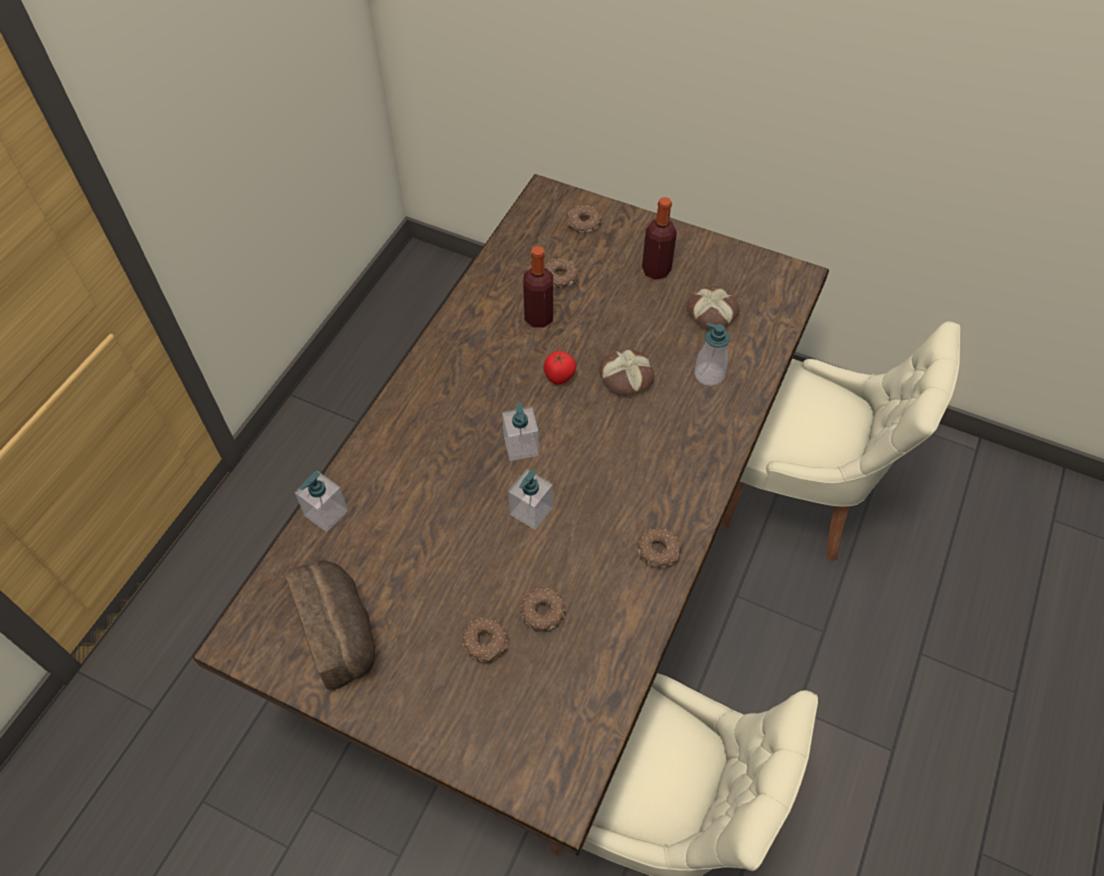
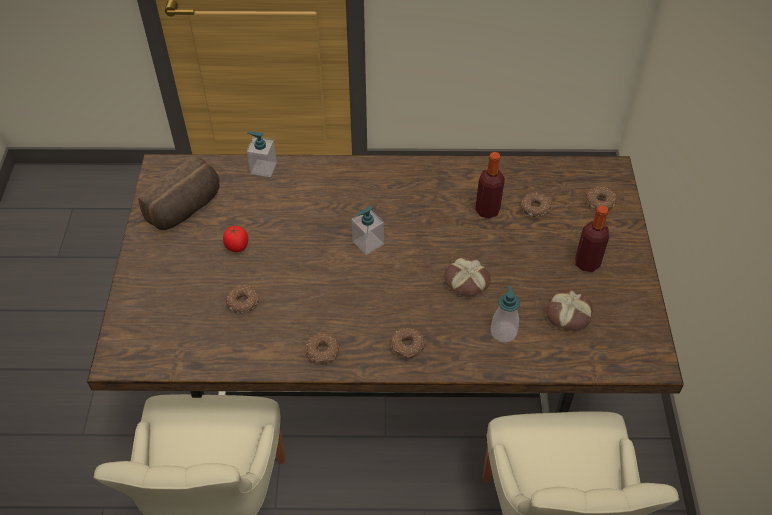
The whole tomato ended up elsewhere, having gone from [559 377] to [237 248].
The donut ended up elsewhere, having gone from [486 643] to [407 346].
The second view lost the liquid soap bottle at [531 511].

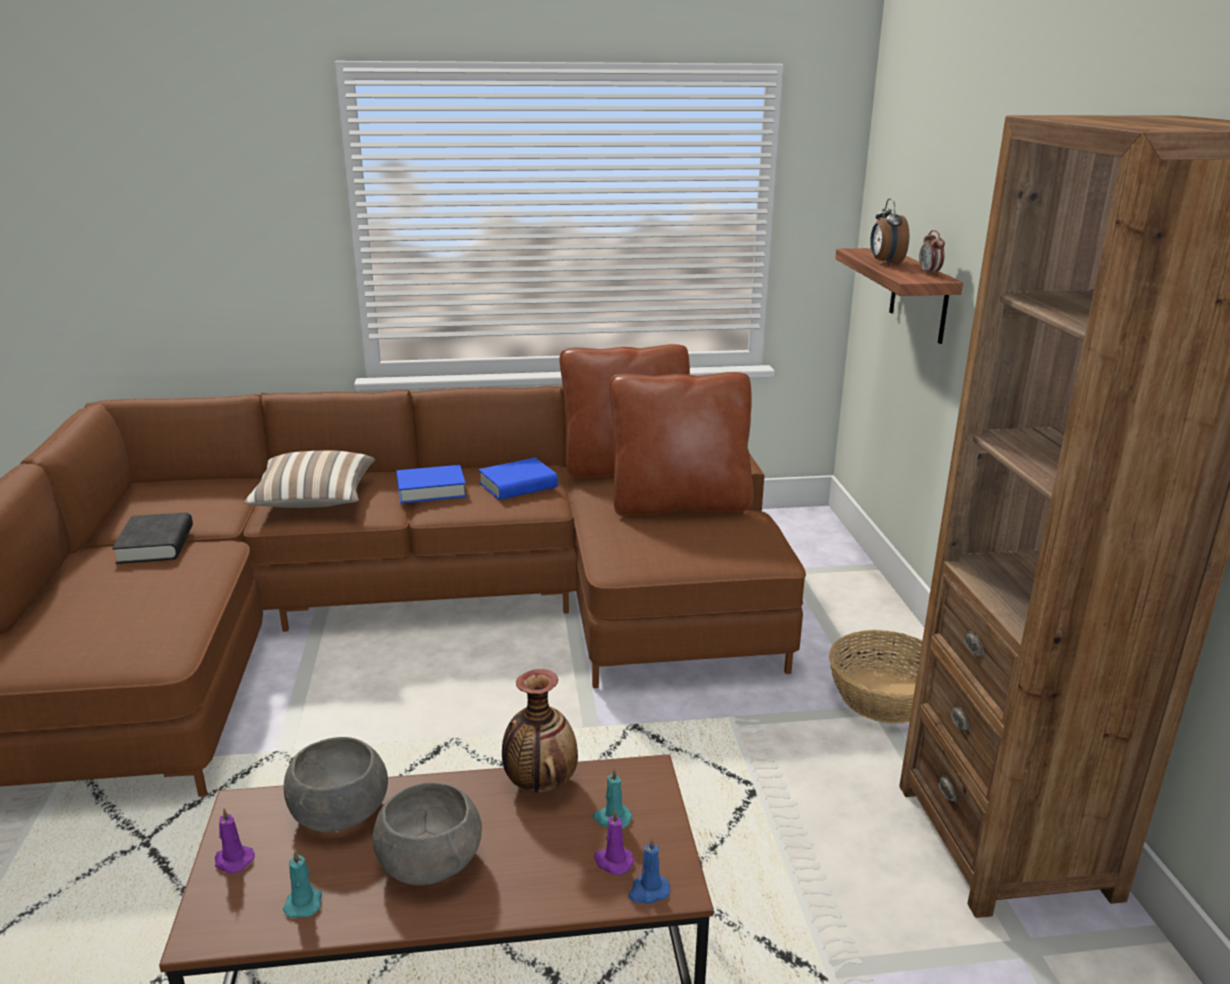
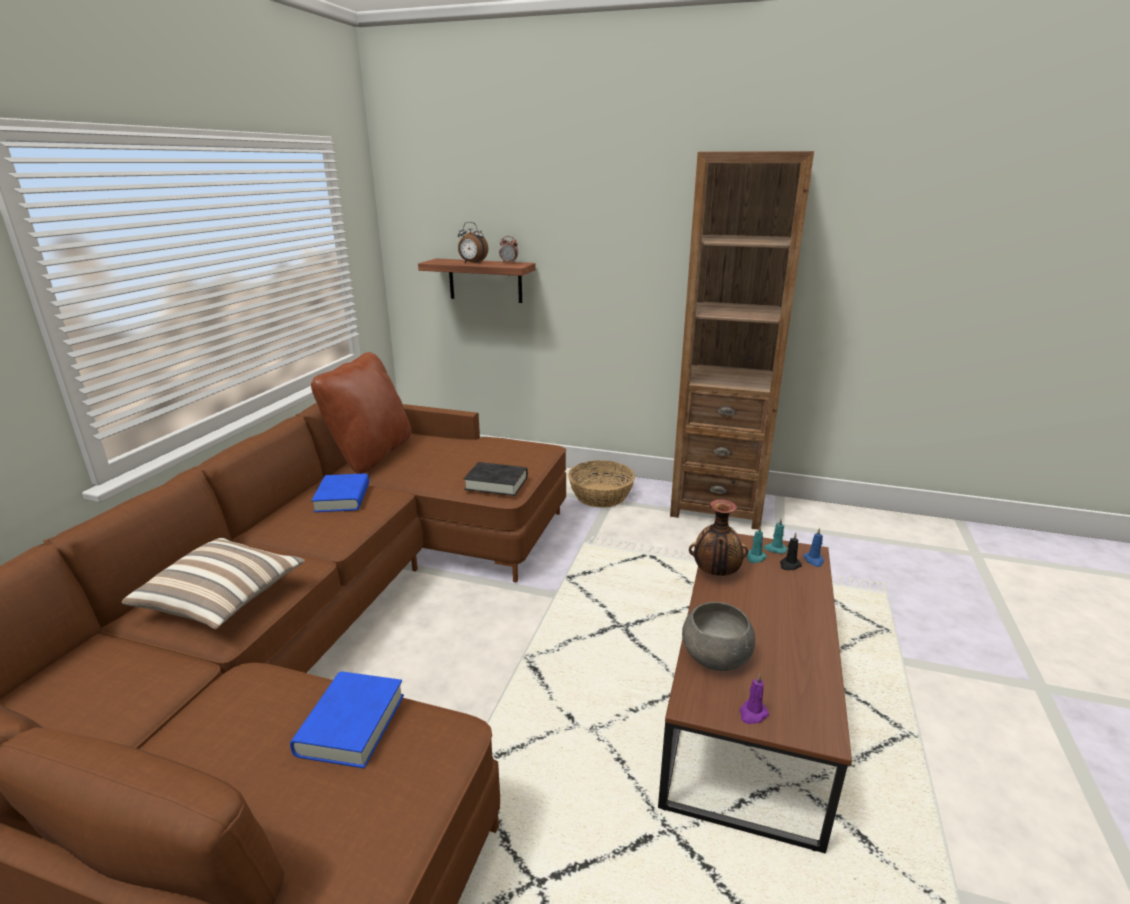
The bound book/bluish ended up elsewhere, having gone from [431 490] to [351 724].
The bound book/black ended up elsewhere, having gone from [156 545] to [496 483].
The wax candle/turquoise ended up elsewhere, having gone from [304 902] to [775 549].
What was the wax candle/purple at [612 861] turned into the wax candle/black at [789 565].
The second view lost the bowl/greyish at [431 861].
The second view lost the cushion/brownish at [679 504].

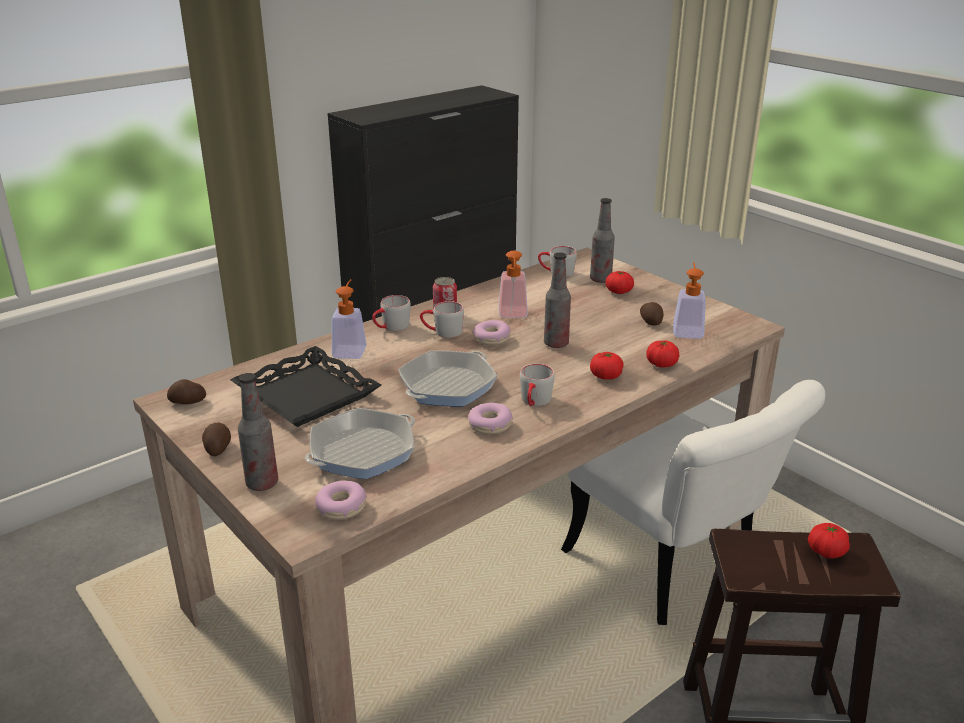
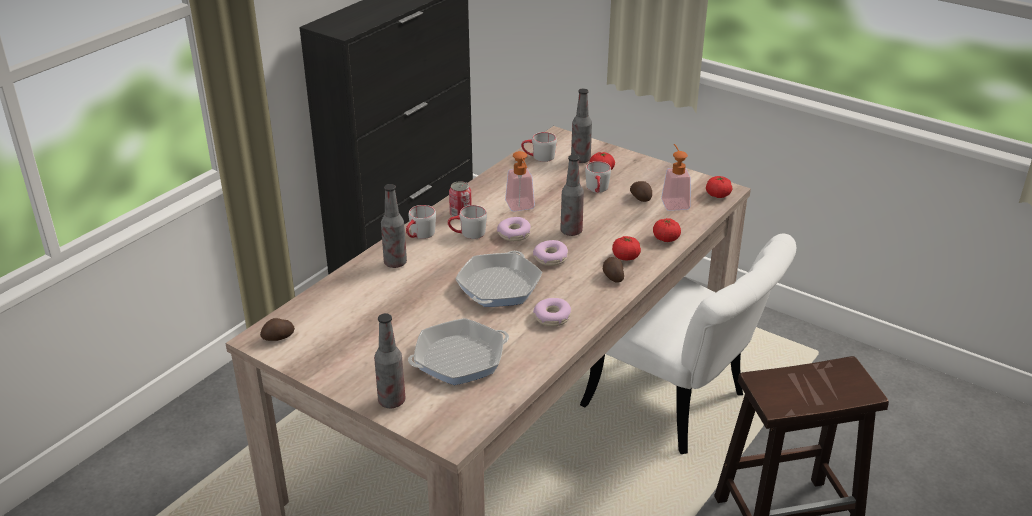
Where the liquid soap bottle stood at [350 349], the drink bottle came to stand at [395 263].
The pan at [362 451] ended up facing another way, 150 degrees counterclockwise from before.
The donut ended up elsewhere, having gone from [341 507] to [550 258].
The mug/greyish ended up elsewhere, having gone from [534 402] to [597 190].
The spud ended up elsewhere, having gone from [217 448] to [612 277].
The whole tomato ended up elsewhere, having gone from [826 551] to [718 195].
The second view lost the tray/black at [307 395].

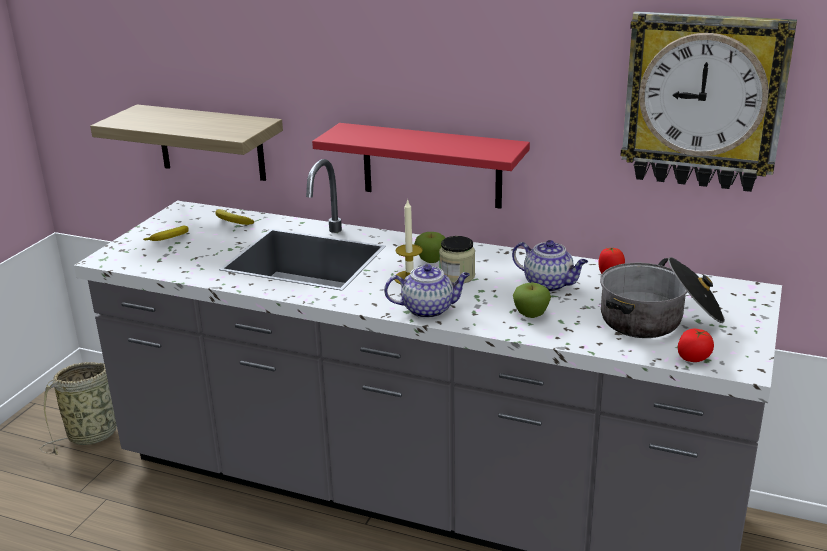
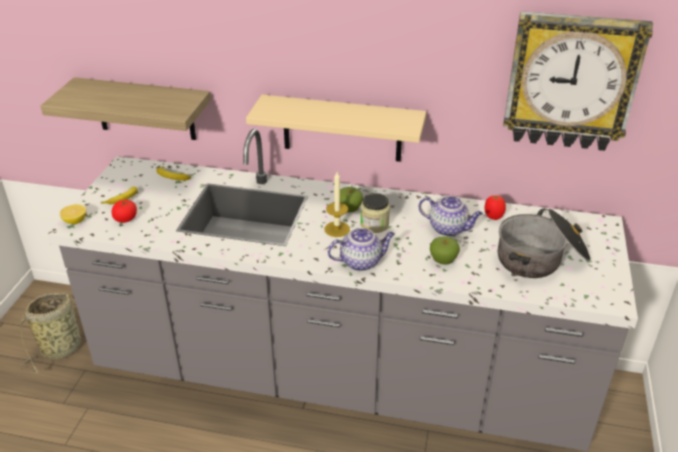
The second view gained the whole lemon at [75 221].
The whole tomato ended up elsewhere, having gone from [693 358] to [126 219].
What was the wall shelf/reddish at [431 165] turned into the wall shelf/beige at [342 128].

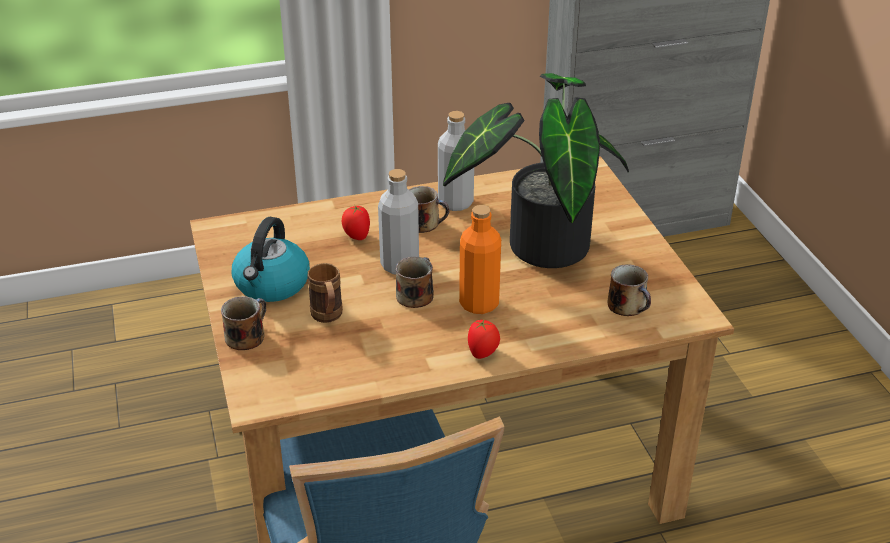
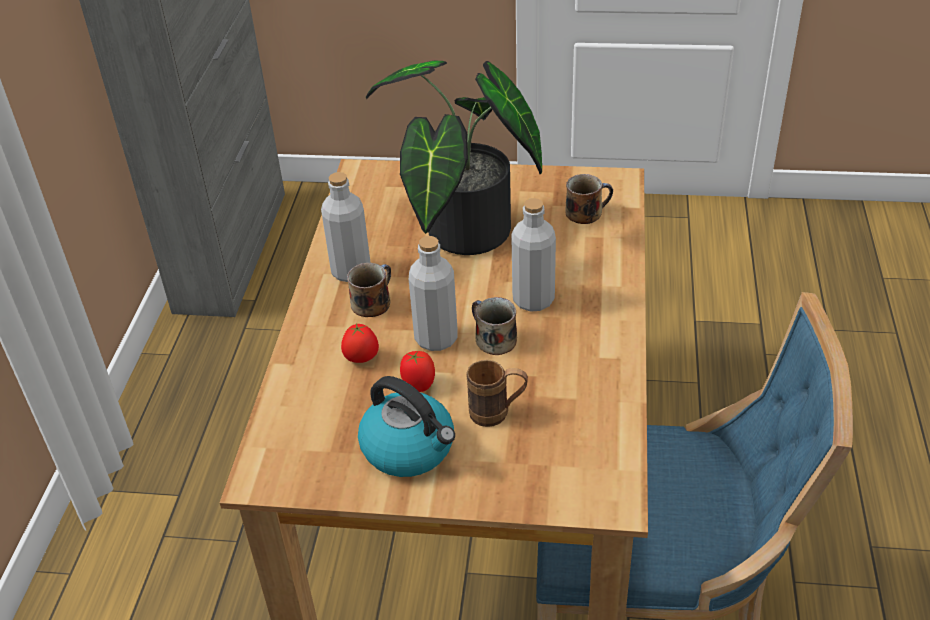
The whole tomato ended up elsewhere, having gone from [483 353] to [418 385].
What was the drink bottle/orangey at [479 303] turned into the drink bottle/greyish at [533 299].
The second view lost the mug at [246 336].

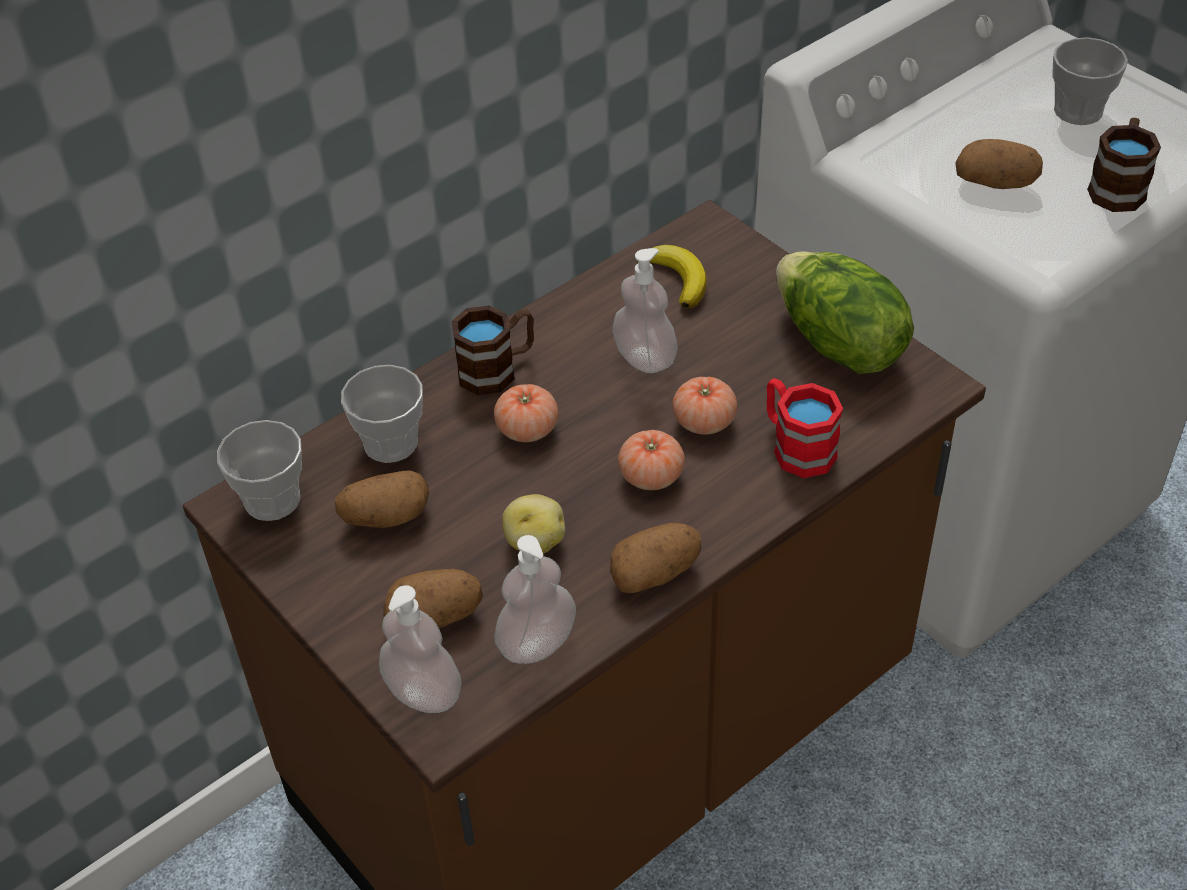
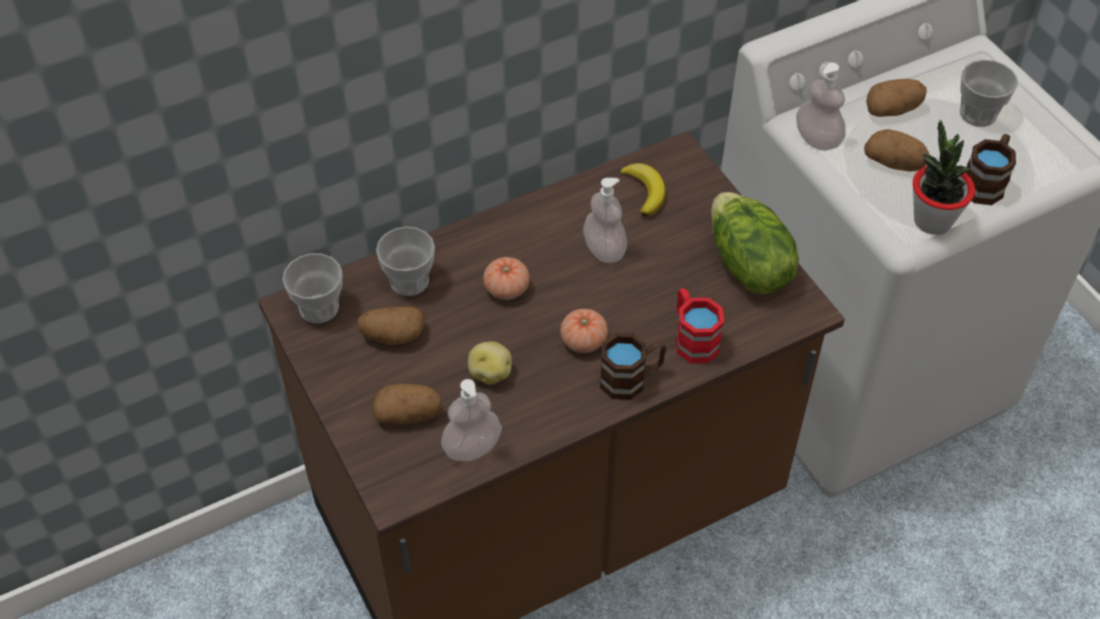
The mug/brownish ended up elsewhere, having gone from [498 369] to [631 378].
The liquid soap bottle ended up elsewhere, having gone from [423 692] to [817 139].
The spud ended up elsewhere, having gone from [655 573] to [892 110].
The second view gained the potted plant at [932 221].
The second view lost the whole tomato at [704 421].

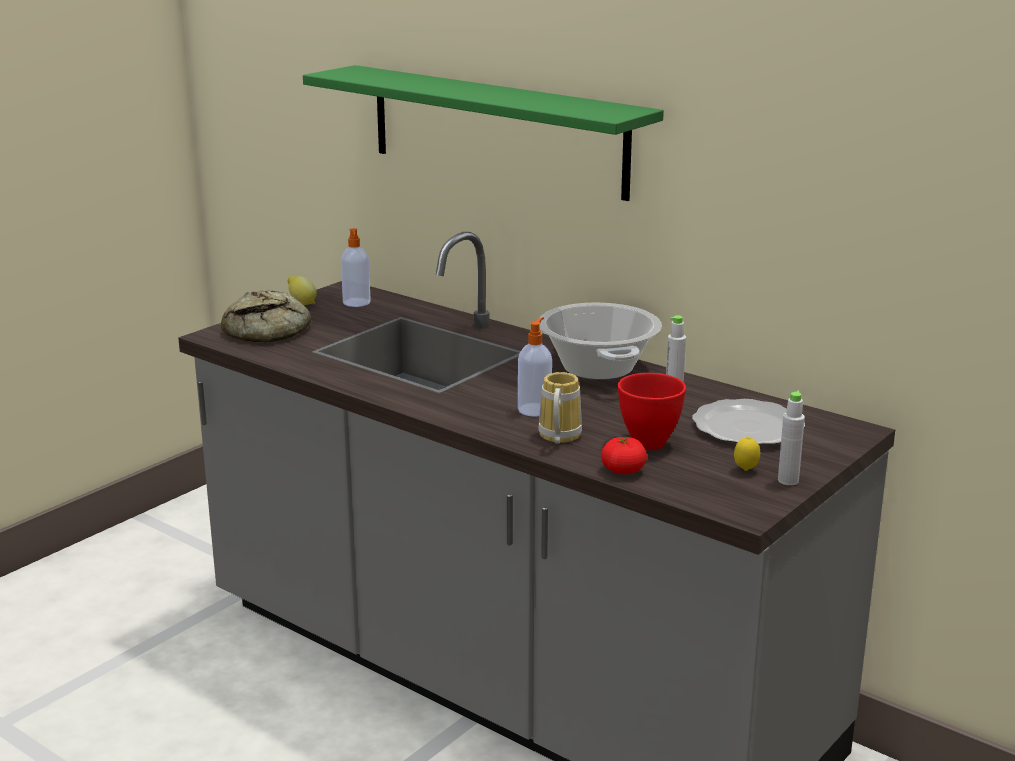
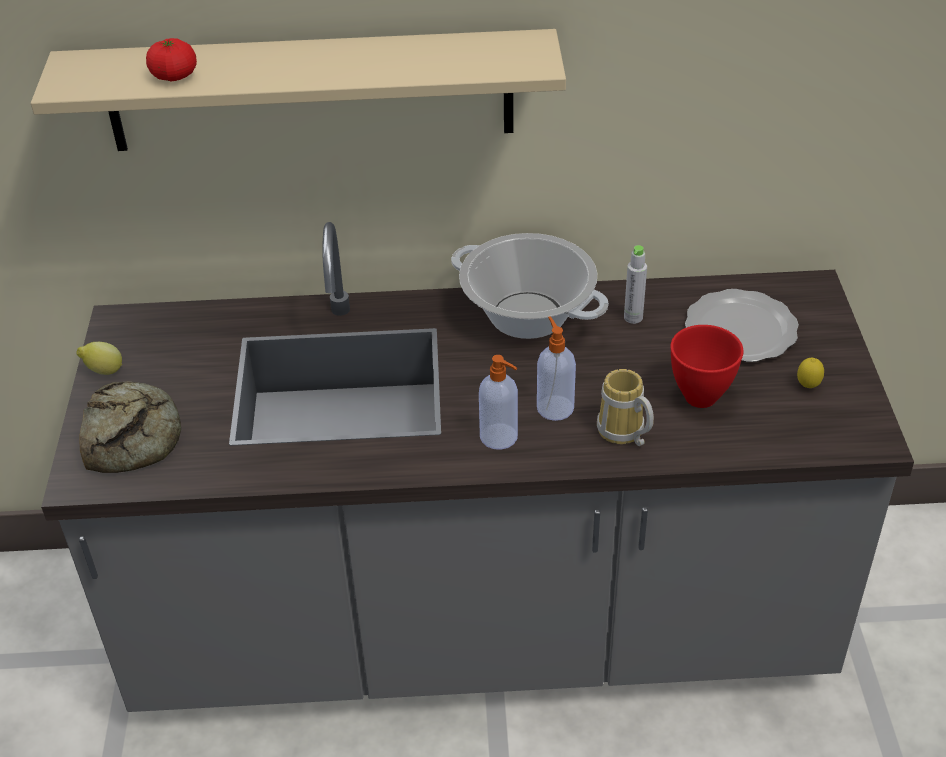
What was the wall shelf/green-coloured at [496 130] turned into the wall shelf/beige at [310 91].
The whole tomato ended up elsewhere, having gone from [623 470] to [174 76].
The liquid soap bottle ended up elsewhere, having gone from [356 303] to [500 437].
The second view lost the drink bottle/greyish at [788 480].

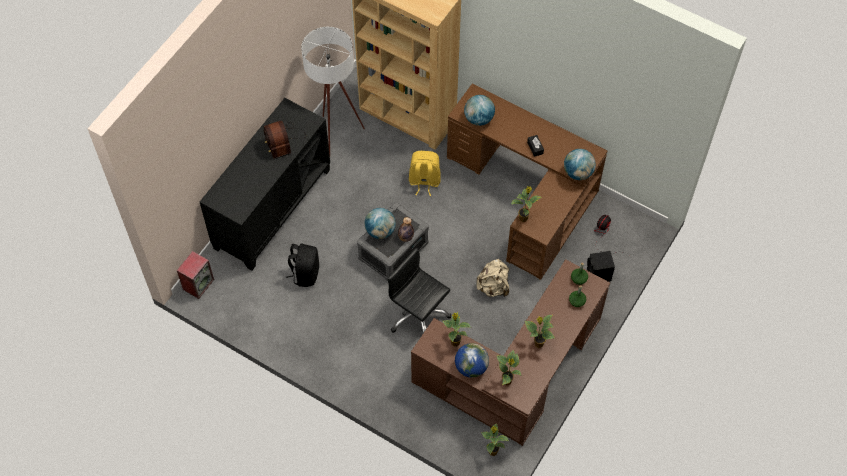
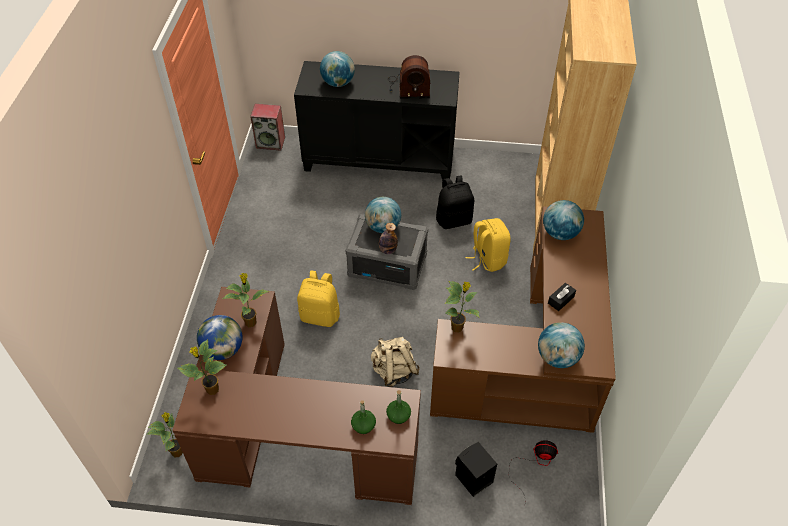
Where the desk chair/black stood at [418 315], the knapsack/yellowish came to stand at [320 315].
The second view gained the globe at [338 83].
The radio at [283 140] ended up facing another way, 135 degrees counterclockwise from before.
The knapsack/black ended up elsewhere, having gone from [305 273] to [454 219].
The second view lost the standard lamp/white at [336 138].
The second view lost the potted plant at [538 343].

